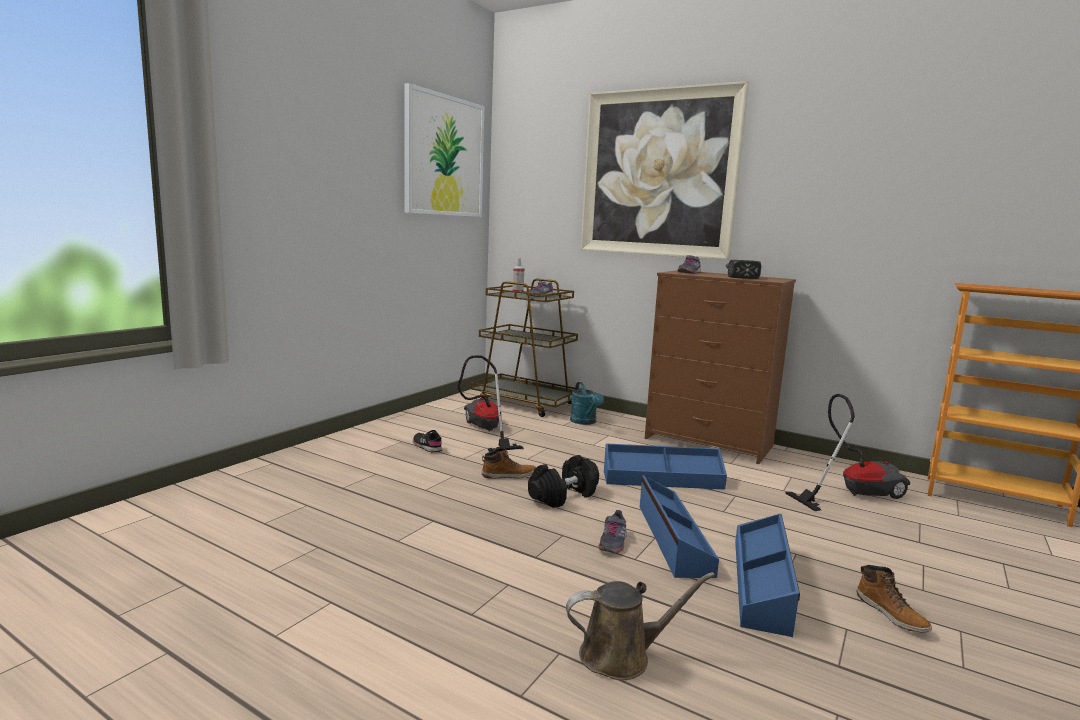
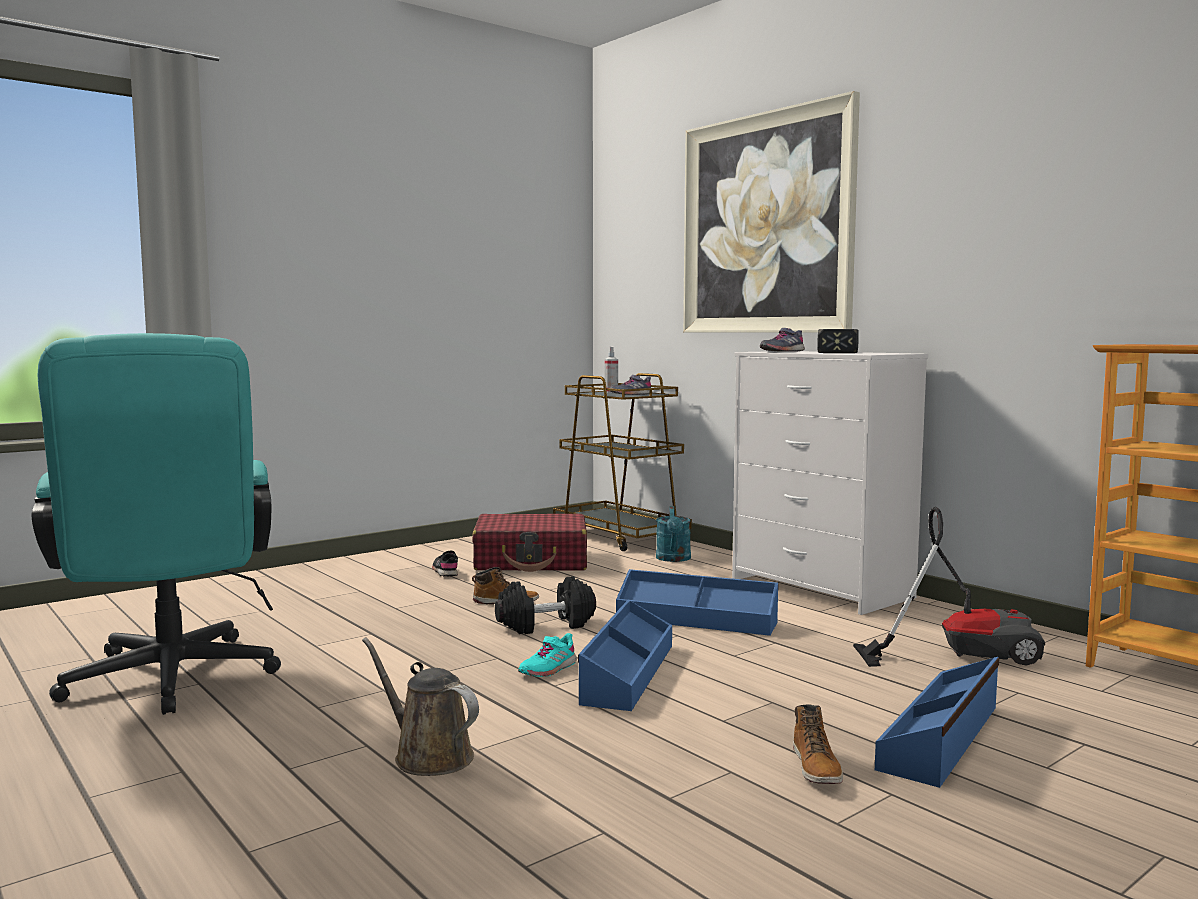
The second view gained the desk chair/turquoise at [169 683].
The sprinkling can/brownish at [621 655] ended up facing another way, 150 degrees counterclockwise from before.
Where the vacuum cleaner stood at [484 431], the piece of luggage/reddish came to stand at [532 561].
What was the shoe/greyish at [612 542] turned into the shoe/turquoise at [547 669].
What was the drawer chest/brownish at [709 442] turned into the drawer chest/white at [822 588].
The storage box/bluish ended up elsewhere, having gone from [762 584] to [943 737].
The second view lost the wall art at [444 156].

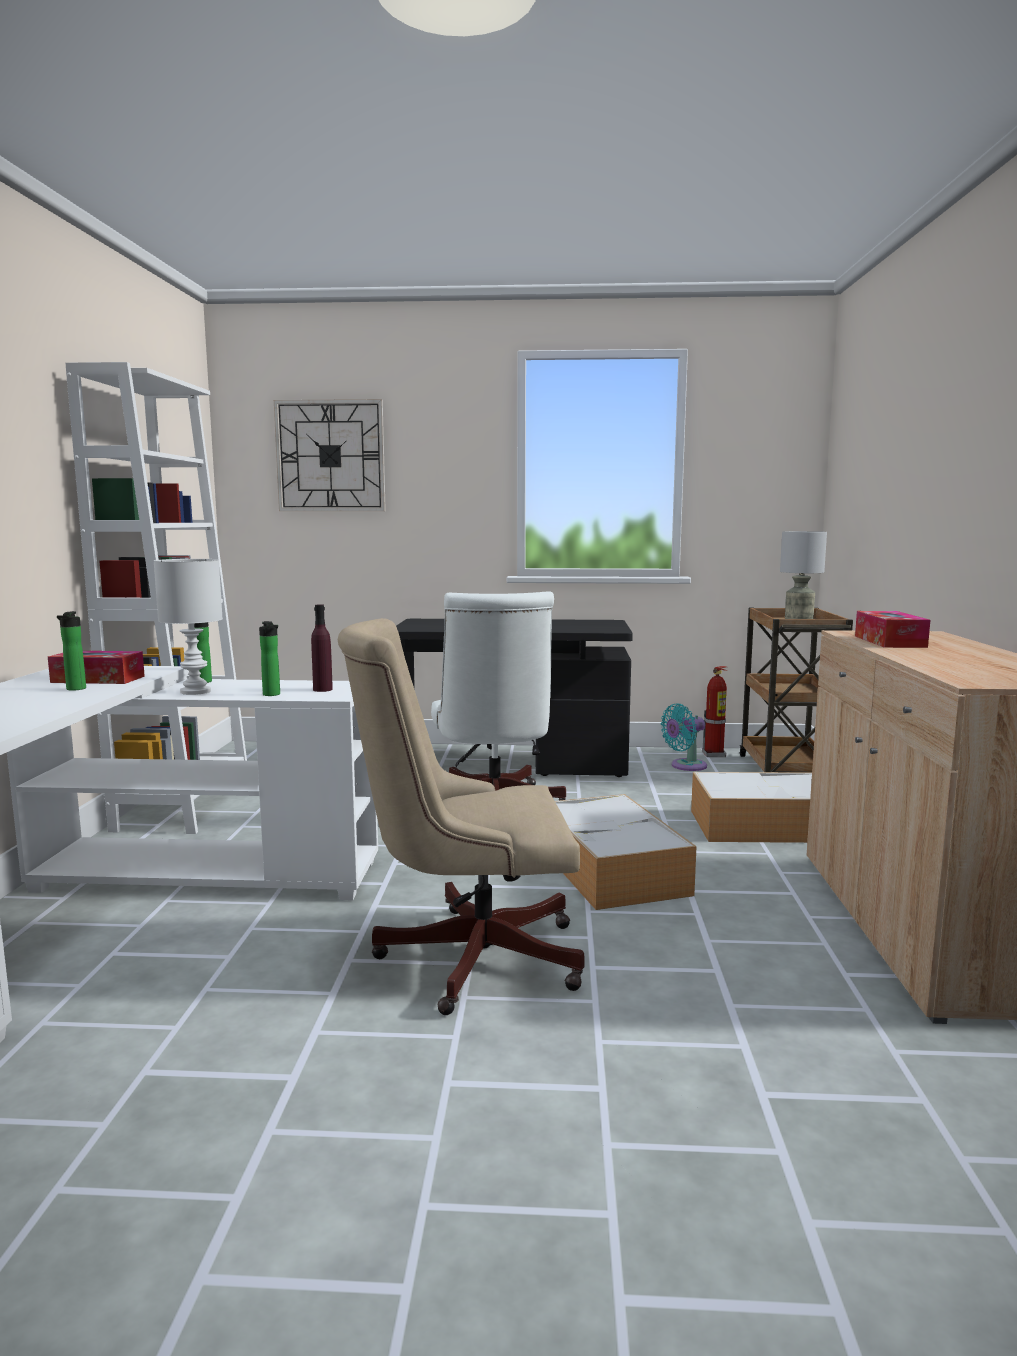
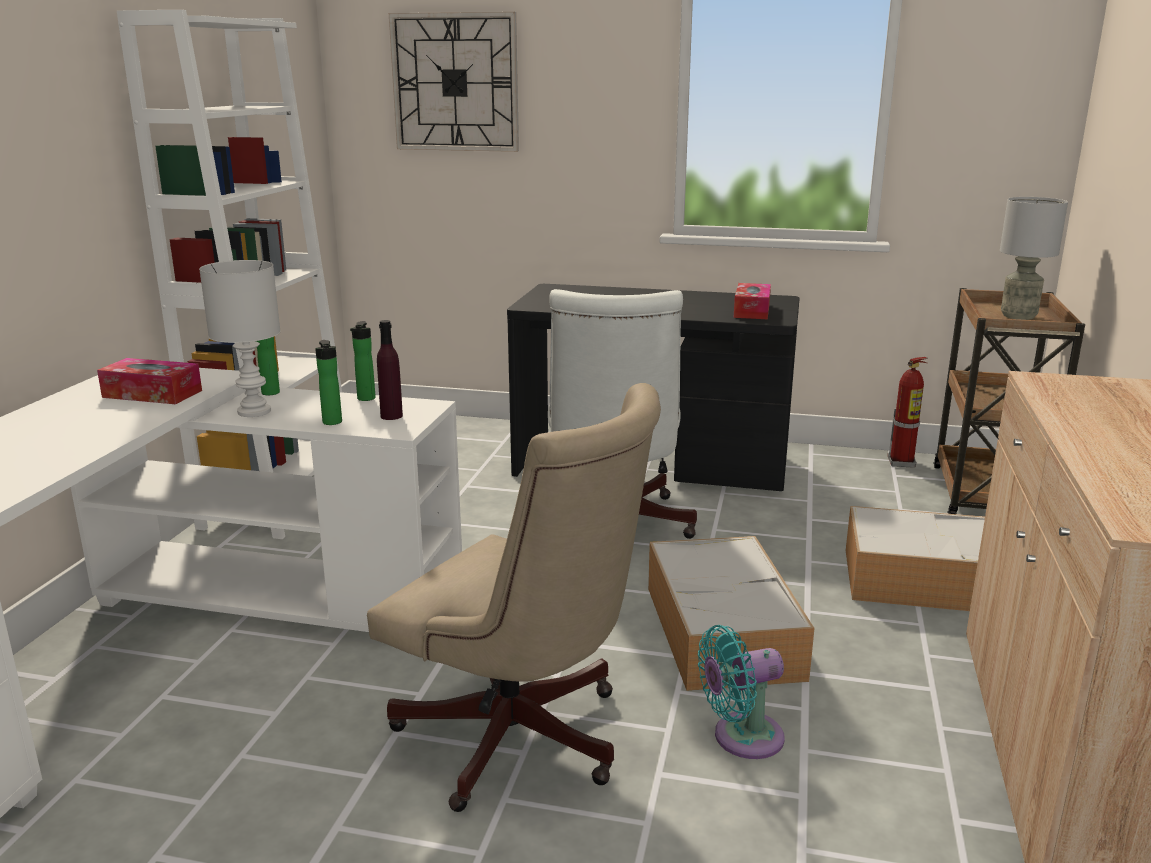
The drink bottle ended up elsewhere, having gone from [75 689] to [365 399].
The desk chair/beige at [467 956] ended up facing another way, 150 degrees counterclockwise from before.
The fan/turquoise ended up elsewhere, having gone from [685 766] to [741 738].
The tissue holder ended up elsewhere, having gone from [889 641] to [751 311].

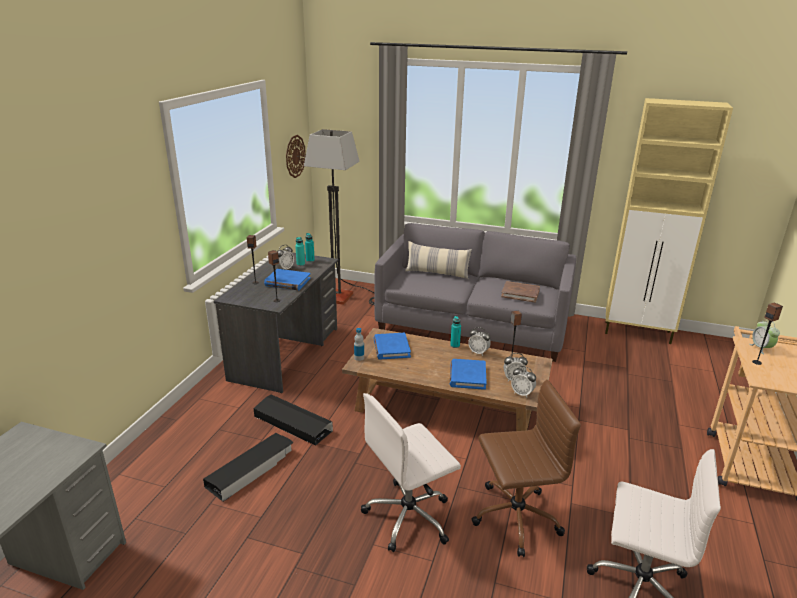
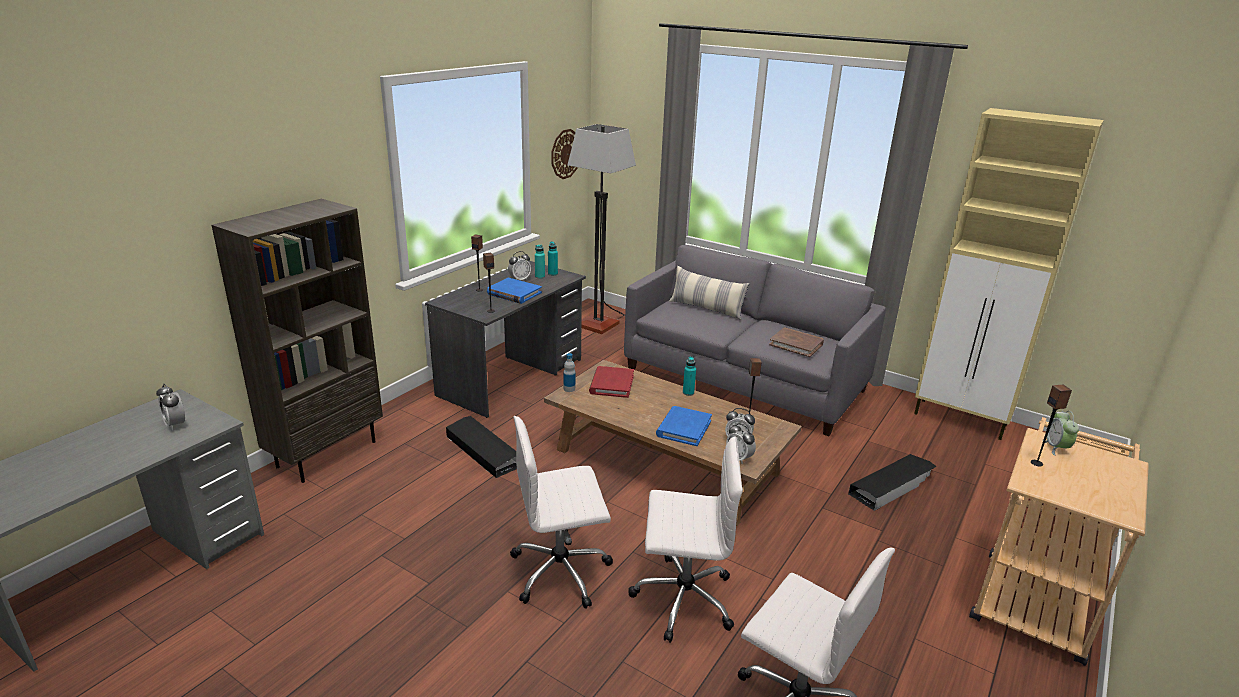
The alarm clock ended up elsewhere, having gone from [478 352] to [175 424].
The second view gained the bookcase/brownish at [327 453].
What was the bound book/bluish at [391 348] turned into the bound book/reddish at [611 384].
What was the desk chair/brownish at [514 517] turned into the desk chair/white at [682 598].
The storage box/black ended up elsewhere, having gone from [251 469] to [892 486].

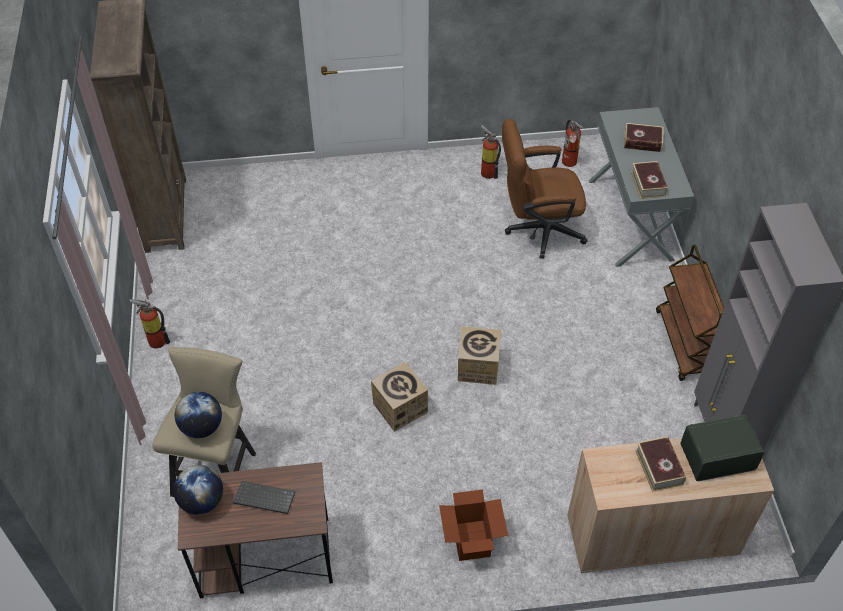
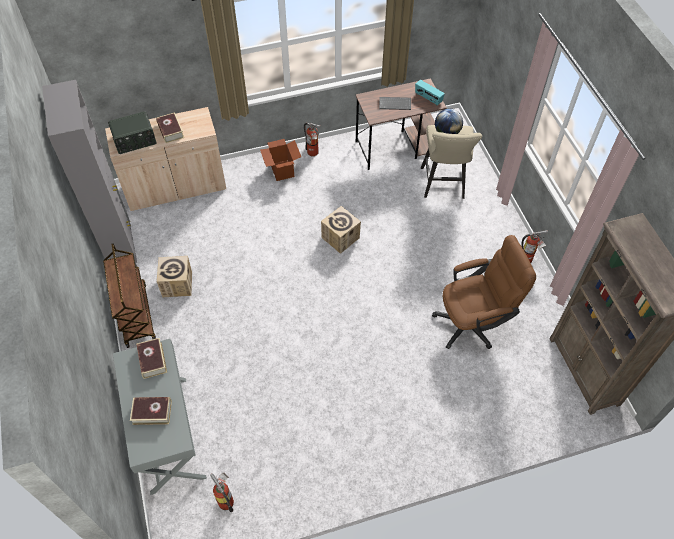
The packing box ended up elsewhere, having gone from [478 367] to [177 284].
The fire-fighting cylinder ended up elsewhere, having gone from [488 171] to [313 153].
Where the globe stood at [202 501], the radio came to stand at [428 98].
The desk chair/brownish ended up elsewhere, having gone from [537 230] to [474 322].

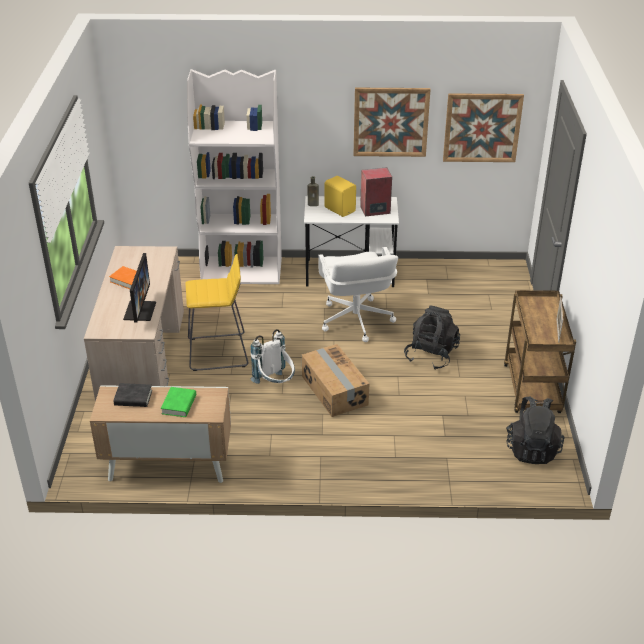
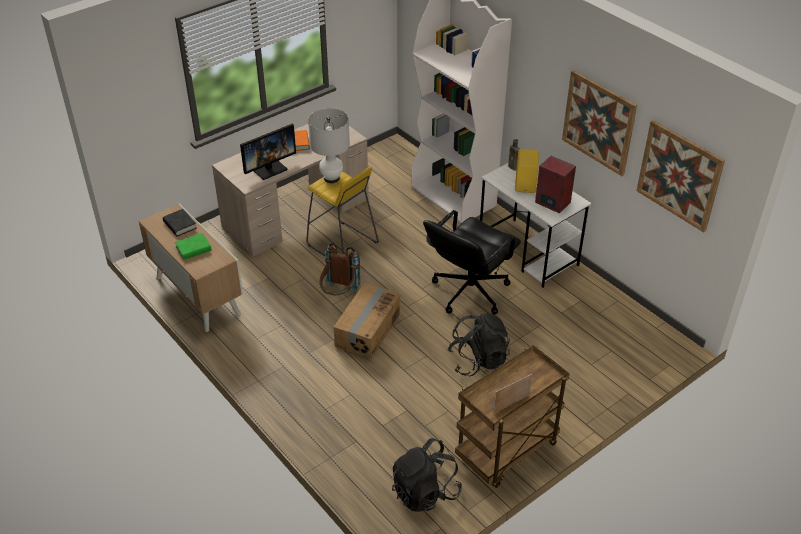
The second view gained the table lamp/white at [331 178].
What was the knapsack/white at [275 384] turned into the knapsack/brownish at [339 294].
What was the desk chair/white at [355 320] turned into the desk chair/black at [469 291].

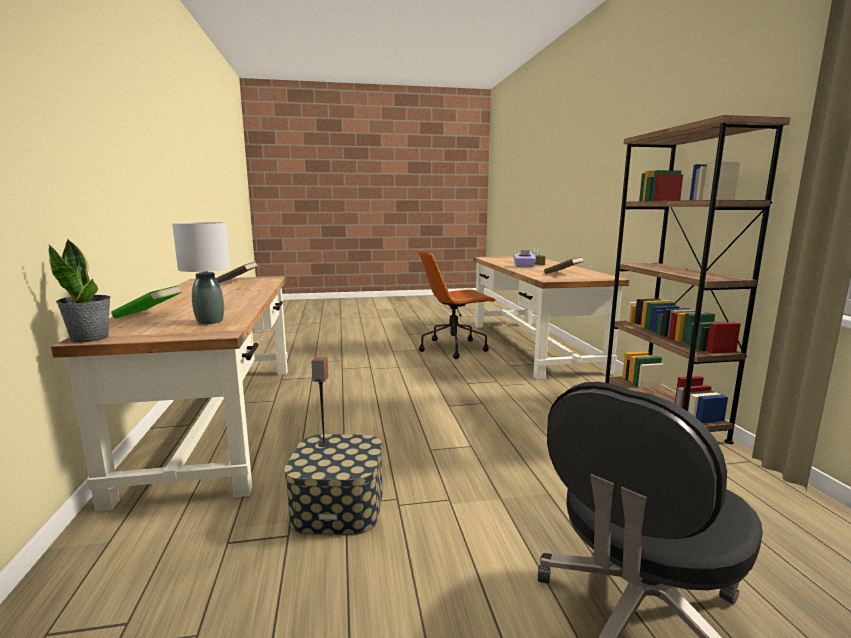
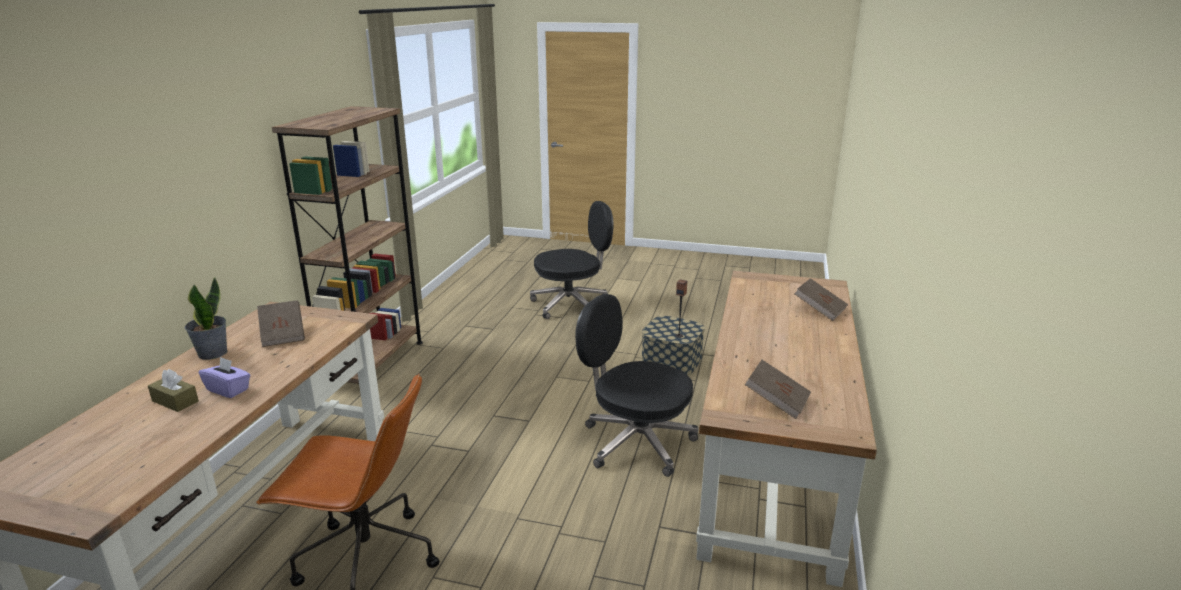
The potted plant ended up elsewhere, having gone from [90 338] to [212 353].
The second view gained the desk chair/black at [635 442].
What was the bound book/green-coloured at [149 315] turned into the bound book/brownish at [819 310].
The second view lost the table lamp/greyish at [209 322].

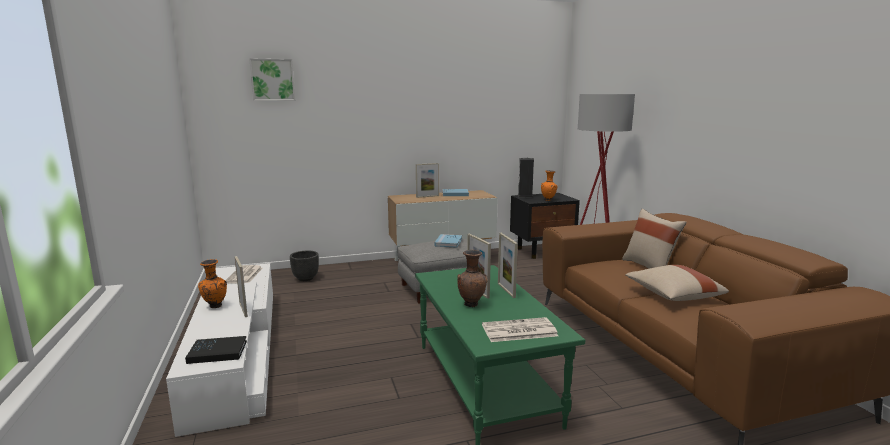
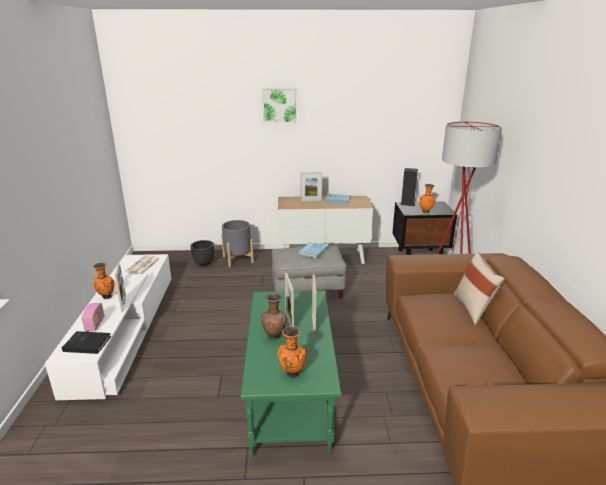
The second view gained the radio at [95 324].
The second view gained the planter/greyish at [238 259].
The wall art ended up elsewhere, having gone from [272 80] to [279 105].
Where the newspaper stood at [518 331], the flower vase/orangey came to stand at [292 374].
The second view lost the cushion/beige at [672 296].

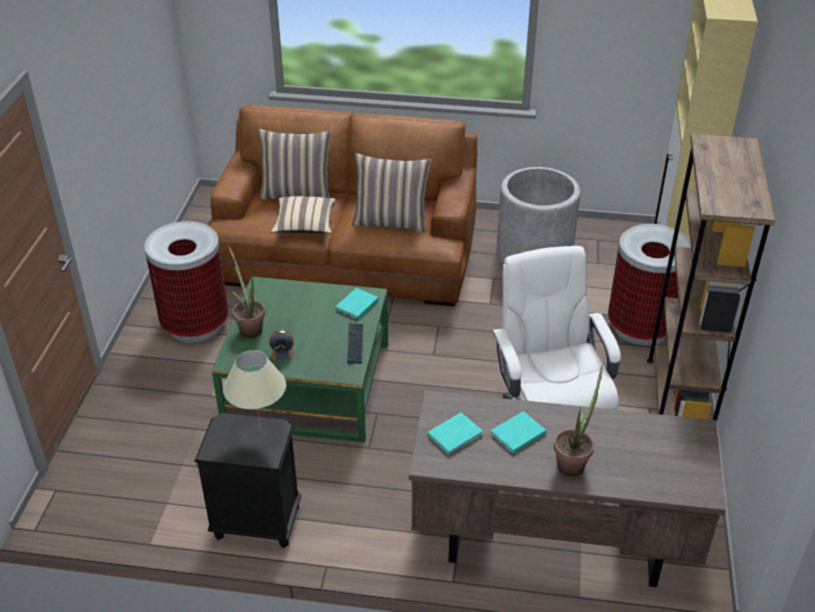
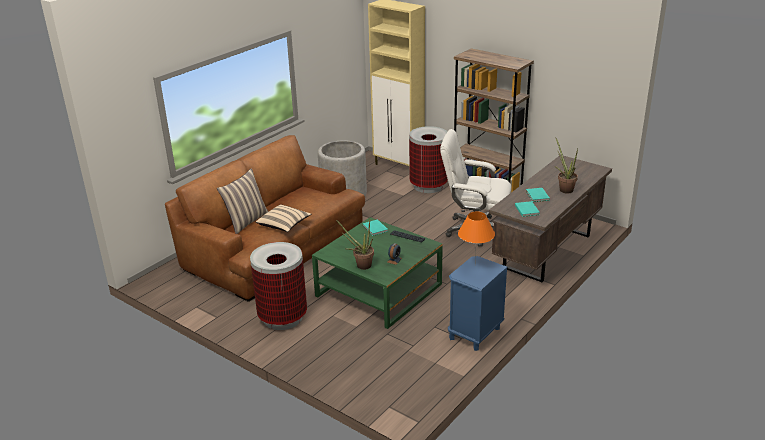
What was the nightstand/black at [256 523] turned into the nightstand/bluish at [474 334].
What was the table lamp/beige at [260 431] turned into the table lamp/orangey at [475 265].
The second view lost the cushion at [391 222].

